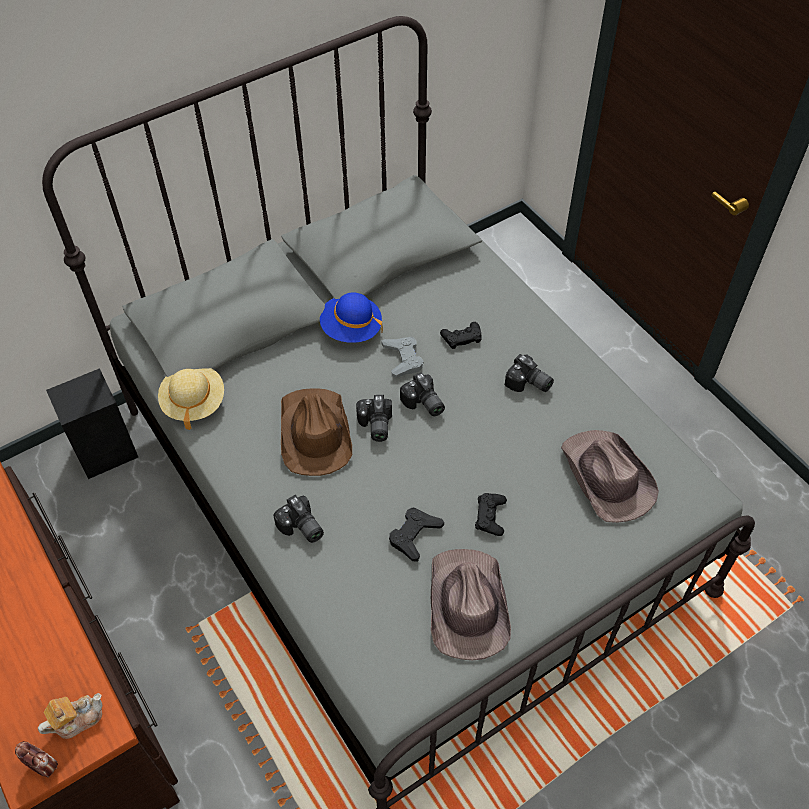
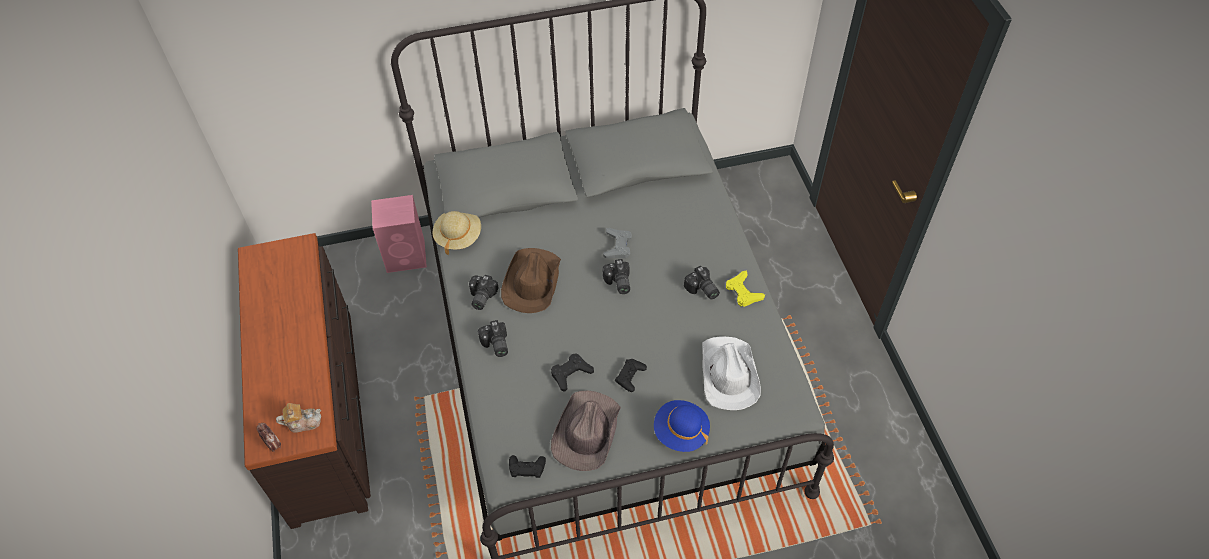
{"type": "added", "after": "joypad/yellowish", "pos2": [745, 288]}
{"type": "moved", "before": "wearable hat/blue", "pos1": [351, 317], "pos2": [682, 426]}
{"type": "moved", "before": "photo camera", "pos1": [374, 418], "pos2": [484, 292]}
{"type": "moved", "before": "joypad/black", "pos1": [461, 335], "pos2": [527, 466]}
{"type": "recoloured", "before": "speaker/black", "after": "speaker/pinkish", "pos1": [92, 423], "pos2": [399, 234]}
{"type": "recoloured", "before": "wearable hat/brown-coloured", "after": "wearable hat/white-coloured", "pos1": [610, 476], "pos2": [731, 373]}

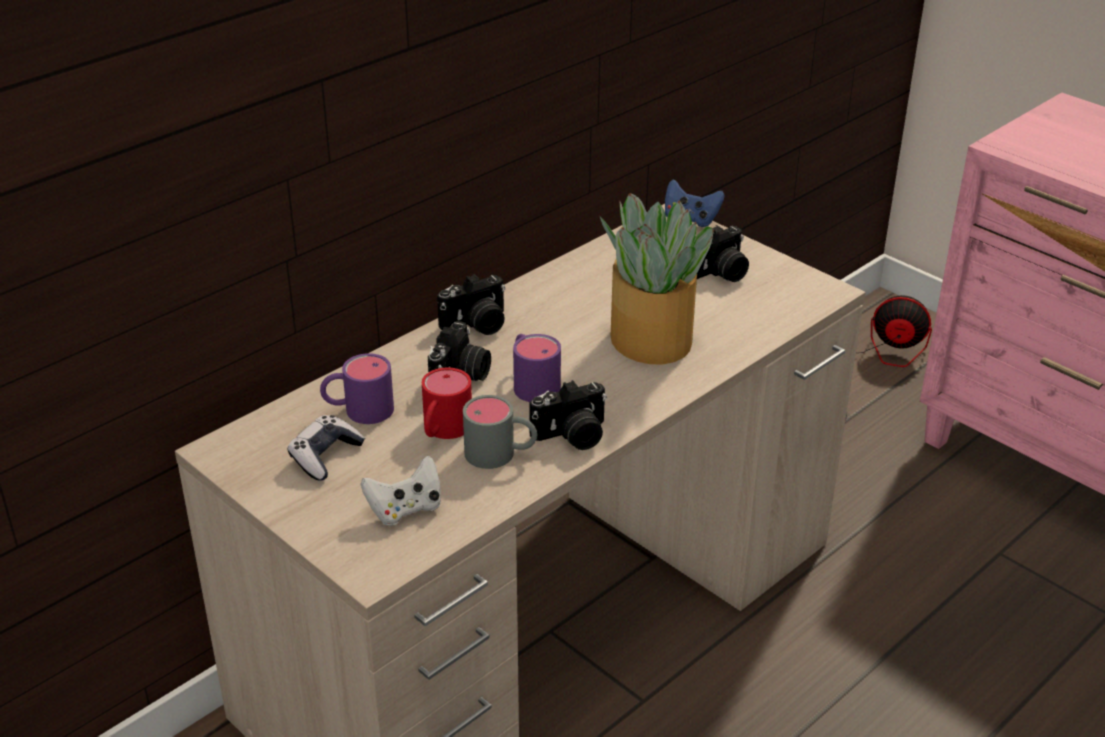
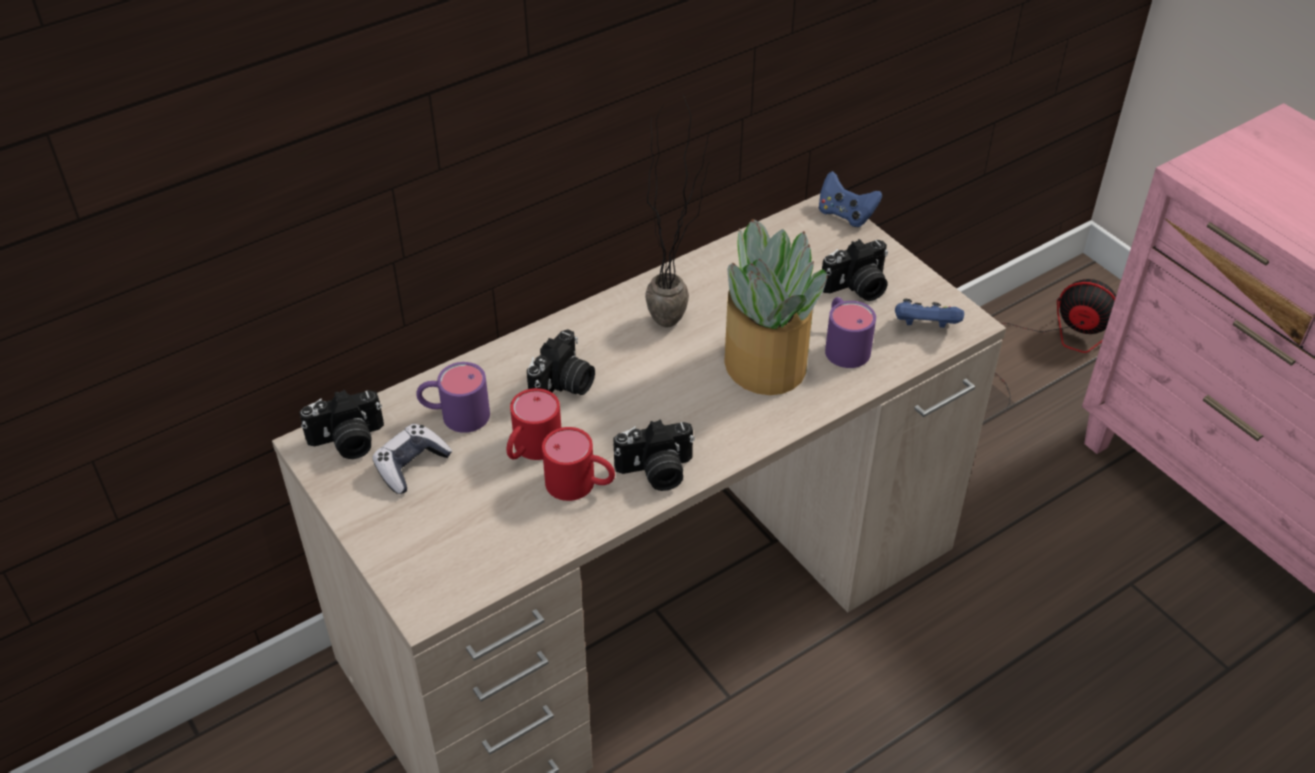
{"type": "removed", "before": "joypad/white-coloured", "pos1": [401, 491]}
{"type": "added", "after": "potted plant", "pos2": [681, 211]}
{"type": "added", "after": "joypad/blue", "pos2": [929, 313]}
{"type": "moved", "before": "photo camera", "pos1": [471, 304], "pos2": [341, 424]}
{"type": "moved", "before": "coffee mug/purple", "pos1": [537, 368], "pos2": [850, 332]}
{"type": "recoloured", "before": "coffee mug/greyish", "after": "coffee mug/reddish", "pos1": [500, 432], "pos2": [578, 464]}

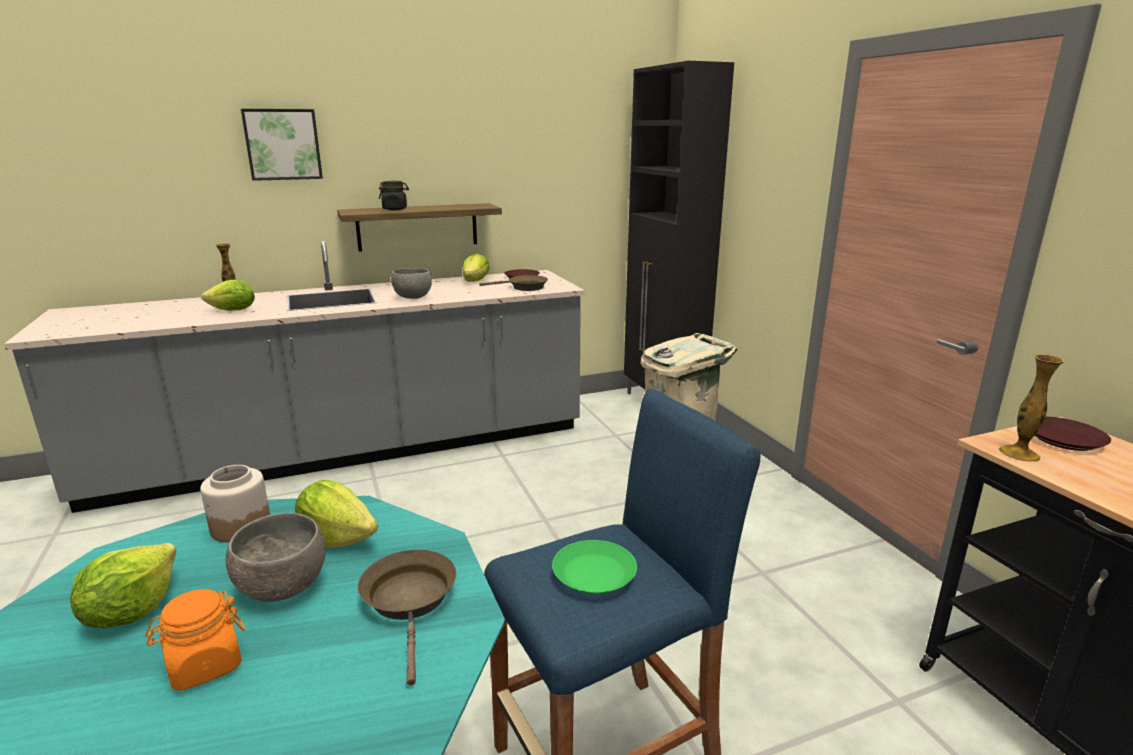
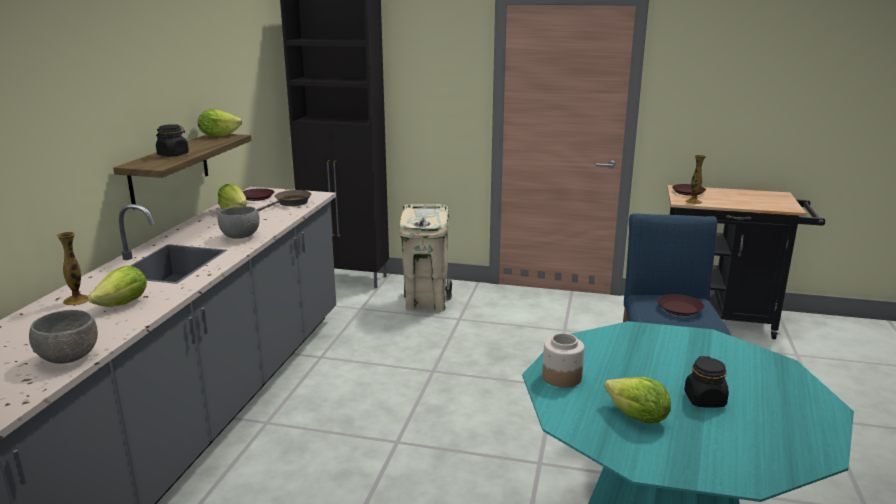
{"type": "removed", "before": "wall art", "pos1": [282, 145]}
{"type": "removed", "before": "frying pan/brown-coloured", "pos1": [407, 617]}
{"type": "moved", "before": "serving bowl/greyish", "pos1": [275, 557], "pos2": [63, 337]}
{"type": "moved", "before": "head of lettuce", "pos1": [336, 514], "pos2": [220, 123]}
{"type": "recoloured", "before": "storage jar/orangey", "after": "storage jar/black", "pos1": [195, 640], "pos2": [706, 382]}
{"type": "recoloured", "before": "flat dish/green-coloured", "after": "flat dish/brown-coloured", "pos1": [594, 567], "pos2": [680, 305]}

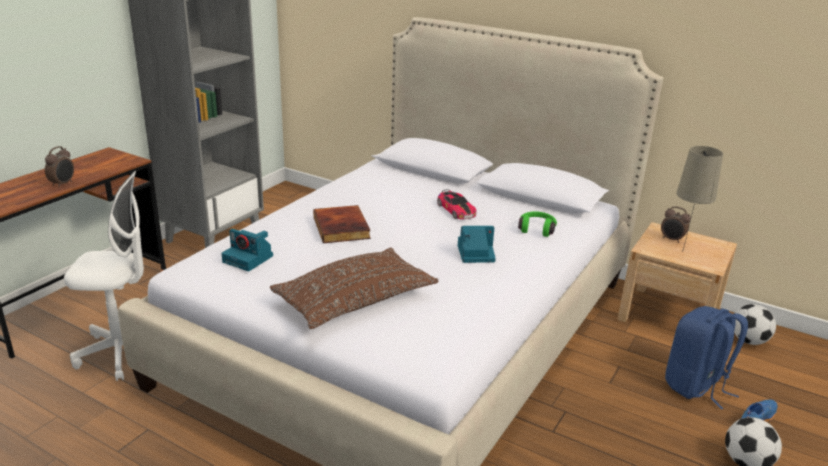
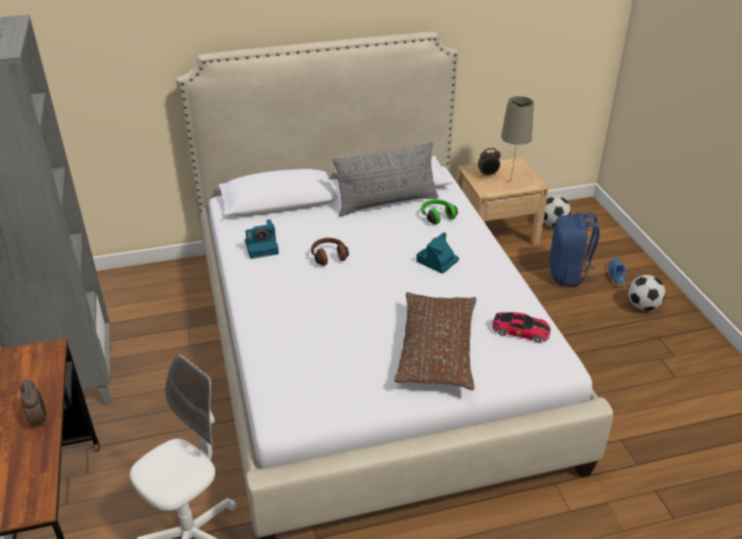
{"type": "removed", "before": "bound book", "pos1": [342, 224]}
{"type": "added", "after": "pair of headphones/brown-coloured", "pos2": [330, 252]}
{"type": "added", "after": "pillow/greyish", "pos2": [386, 179]}
{"type": "moved", "before": "photo camera", "pos1": [247, 250], "pos2": [262, 239]}
{"type": "moved", "before": "model car", "pos1": [456, 204], "pos2": [521, 327]}

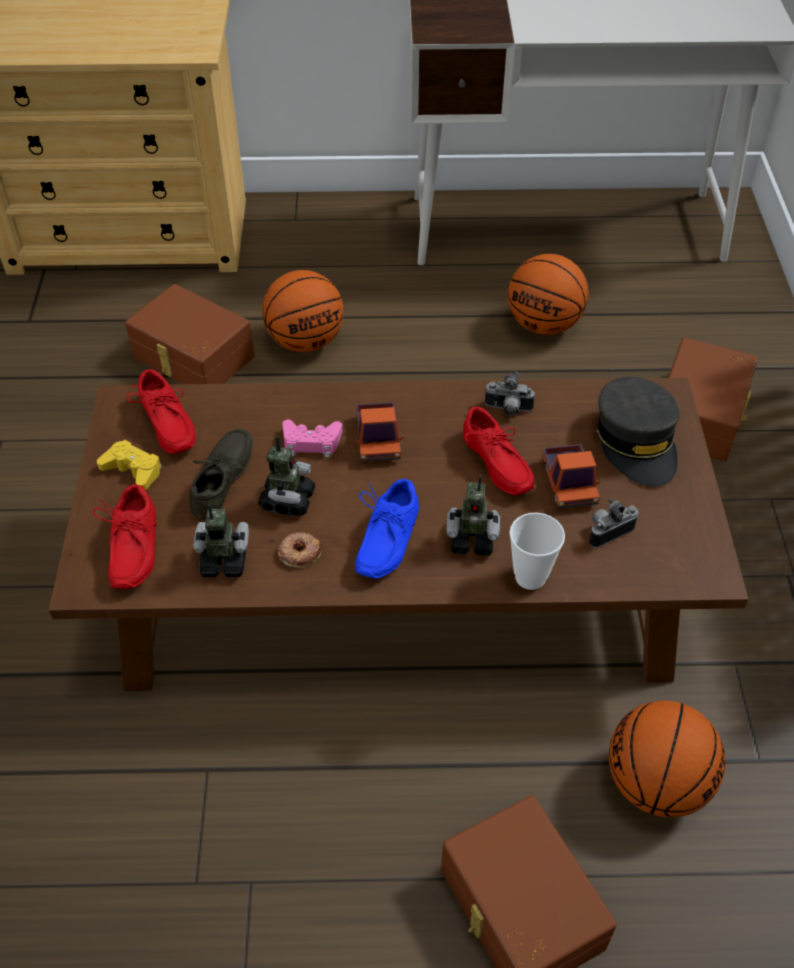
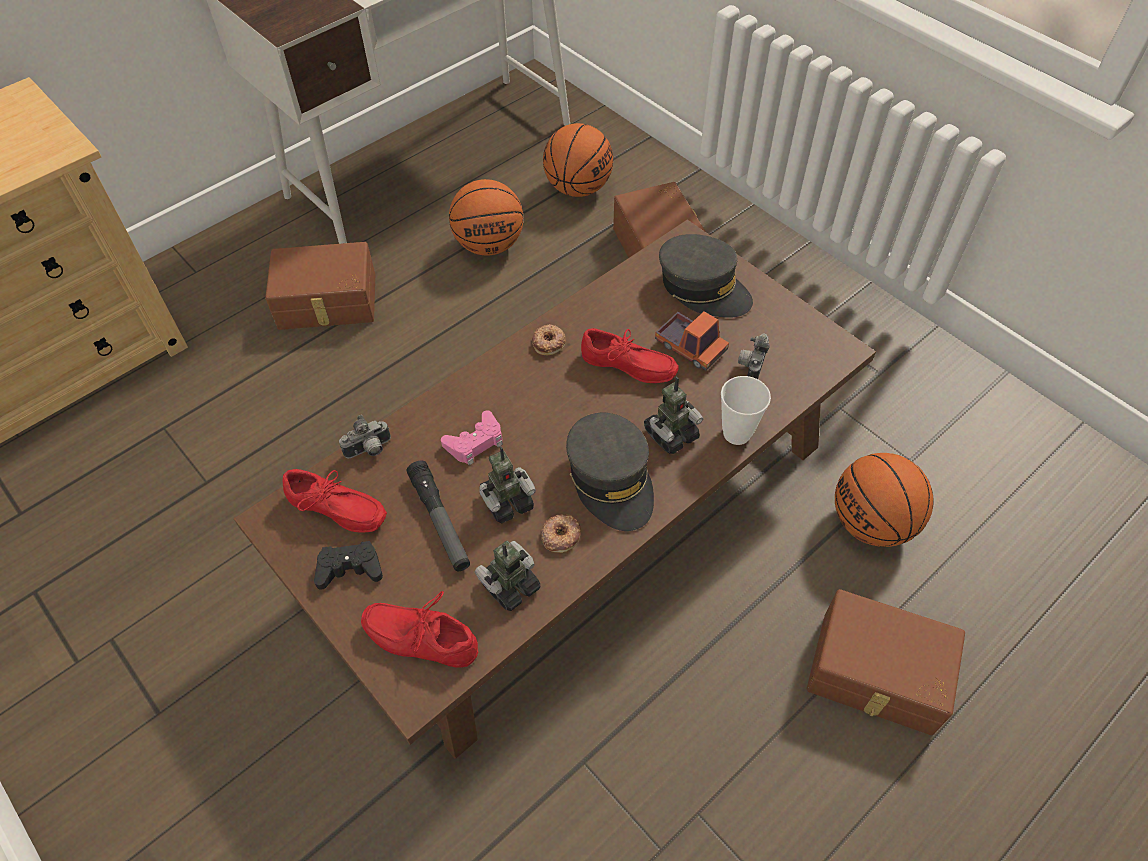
{"type": "removed", "before": "toy truck", "pos1": [379, 432]}
{"type": "added", "after": "ring doughnut", "pos2": [549, 339]}
{"type": "moved", "before": "storage container/brown-coloured", "pos1": [190, 334], "pos2": [320, 286]}
{"type": "moved", "before": "basketball", "pos1": [303, 311], "pos2": [578, 160]}
{"type": "moved", "before": "photo camera", "pos1": [510, 394], "pos2": [365, 437]}
{"type": "replaced", "before": "shoe/greyish", "after": "hand torch", "pos1": [221, 474], "pos2": [438, 515]}
{"type": "replaced", "before": "shoe/blue", "after": "cap/greyish", "pos1": [387, 529], "pos2": [610, 472]}
{"type": "recoloured", "before": "joypad/yellowish", "after": "joypad/black", "pos1": [129, 465], "pos2": [348, 565]}
{"type": "turned", "before": "shoe/reddish", "pos1": [125, 536], "pos2": [419, 629], "turn": 150}
{"type": "turned", "before": "robot figure", "pos1": [286, 476], "pos2": [507, 484], "turn": 90}

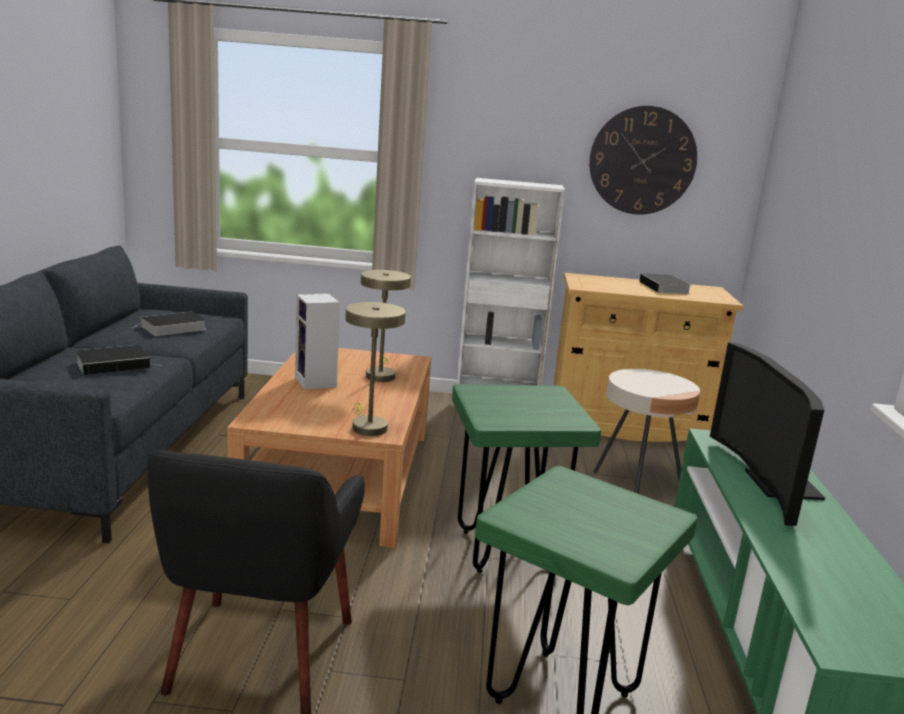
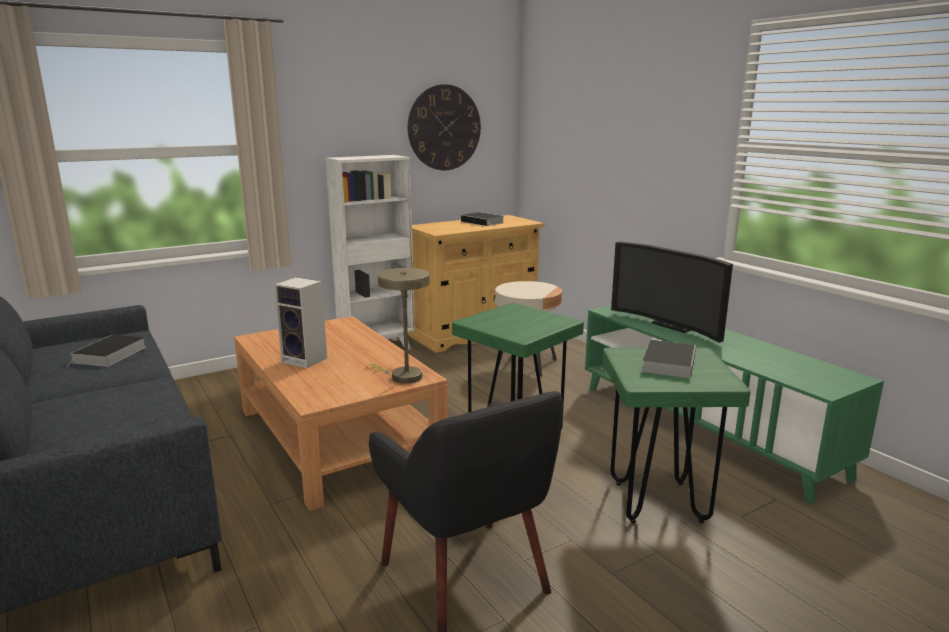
{"type": "removed", "before": "table lamp/sand-coloured", "pos1": [386, 326]}
{"type": "moved", "before": "bound book", "pos1": [118, 360], "pos2": [669, 359]}

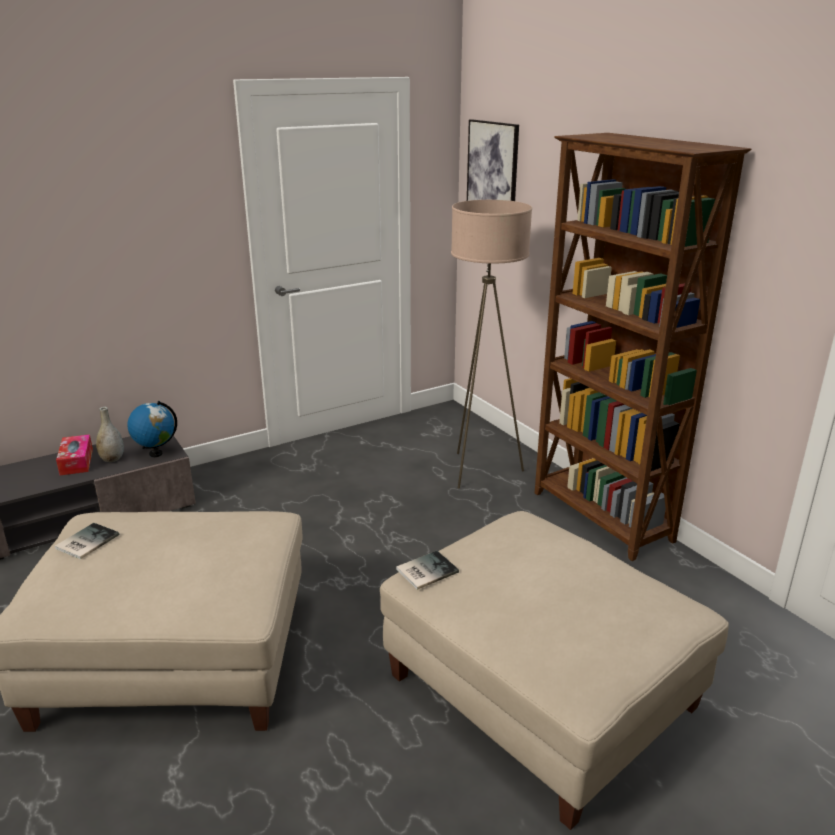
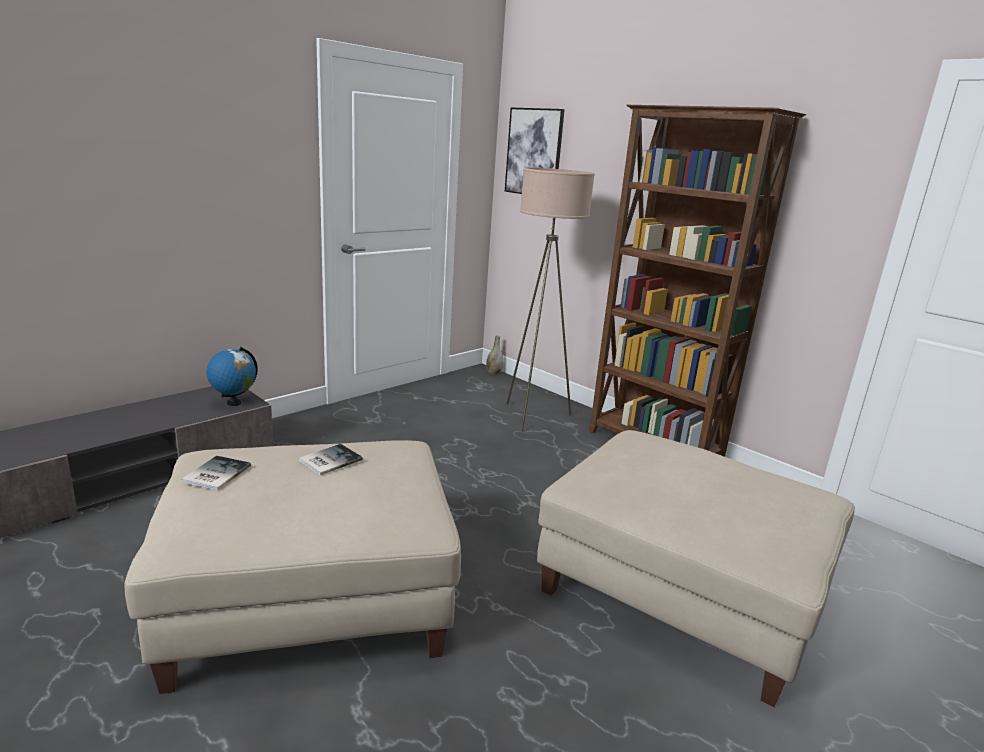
{"type": "removed", "before": "box of tissues", "pos1": [74, 454]}
{"type": "moved", "before": "vase/greyish", "pos1": [110, 434], "pos2": [495, 354]}
{"type": "moved", "before": "bound book", "pos1": [427, 570], "pos2": [331, 459]}

